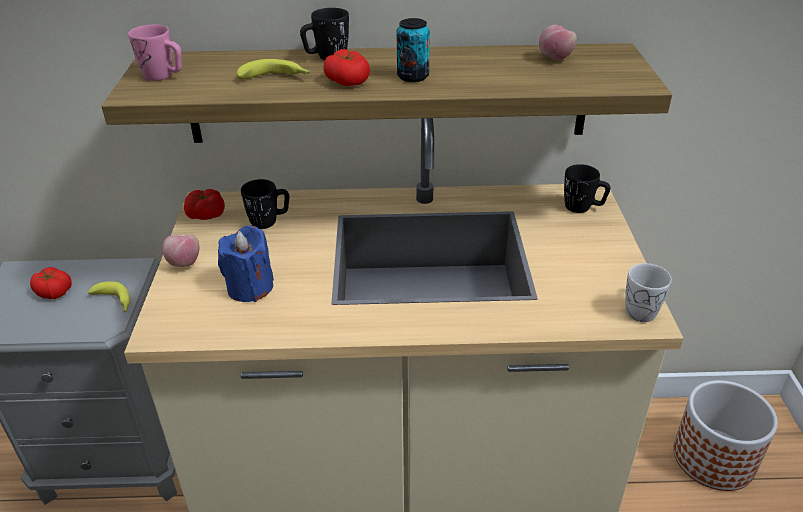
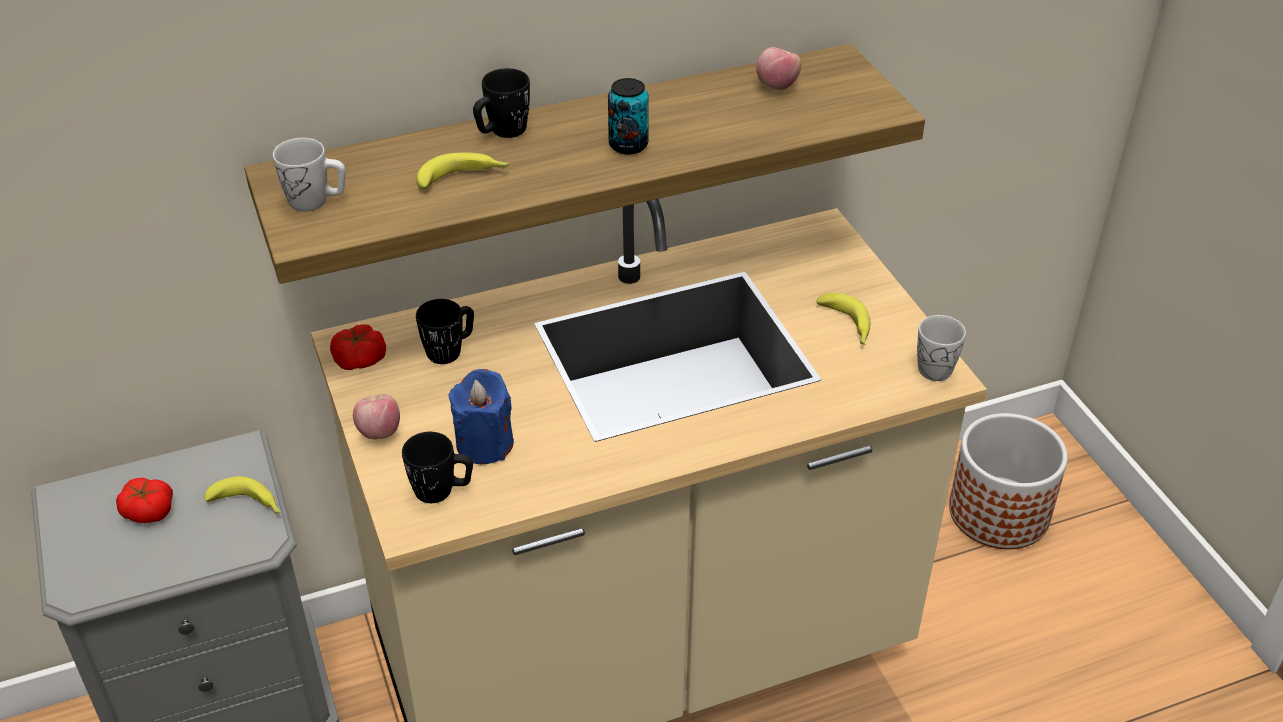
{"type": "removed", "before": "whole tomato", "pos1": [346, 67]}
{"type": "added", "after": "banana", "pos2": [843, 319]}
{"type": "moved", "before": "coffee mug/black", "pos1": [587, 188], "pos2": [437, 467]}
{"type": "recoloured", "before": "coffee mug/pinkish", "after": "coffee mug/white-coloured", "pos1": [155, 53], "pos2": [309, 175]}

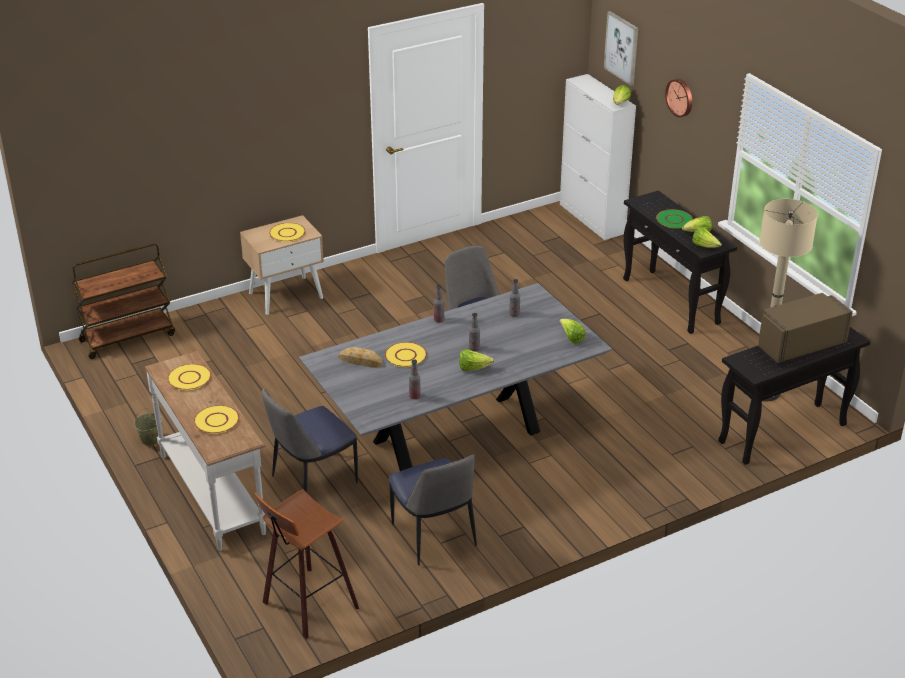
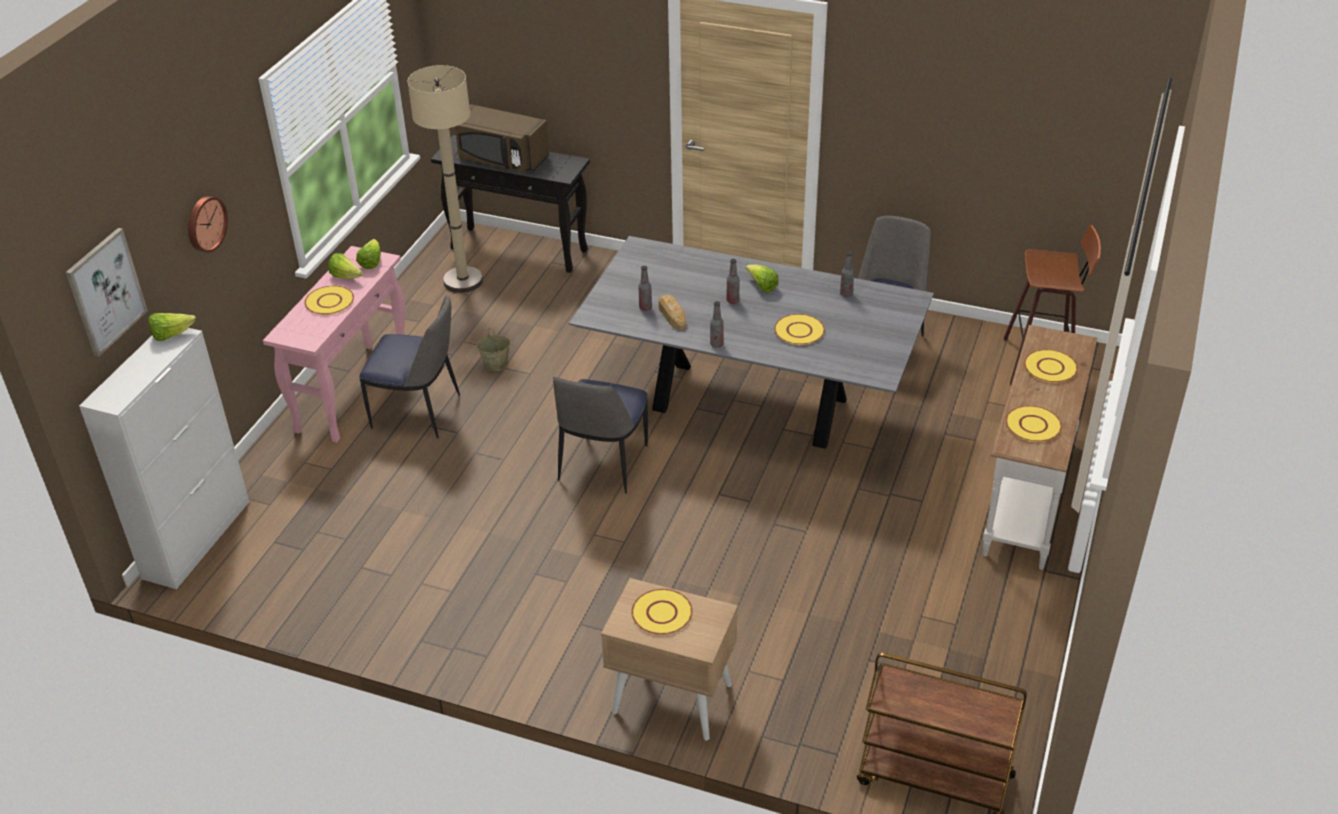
{"type": "removed", "before": "head of lettuce", "pos1": [572, 331]}
{"type": "moved", "before": "pail/sand-coloured", "pos1": [148, 427], "pos2": [494, 349]}
{"type": "moved", "before": "chair", "pos1": [310, 440], "pos2": [409, 366]}
{"type": "moved", "before": "baked bread", "pos1": [361, 357], "pos2": [672, 312]}
{"type": "recoloured", "before": "narrow table/black", "after": "narrow table/pinkish", "pos1": [680, 262], "pos2": [334, 344]}
{"type": "recoloured", "before": "flat dish/green-coloured", "after": "flat dish/yellowish", "pos1": [674, 219], "pos2": [329, 300]}

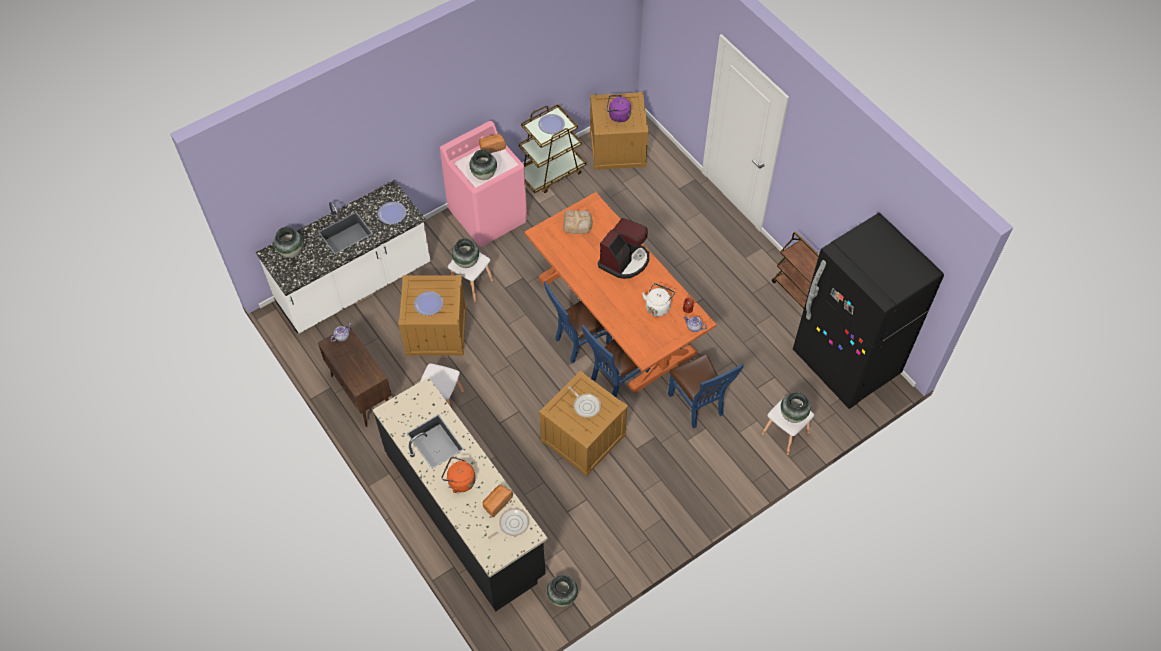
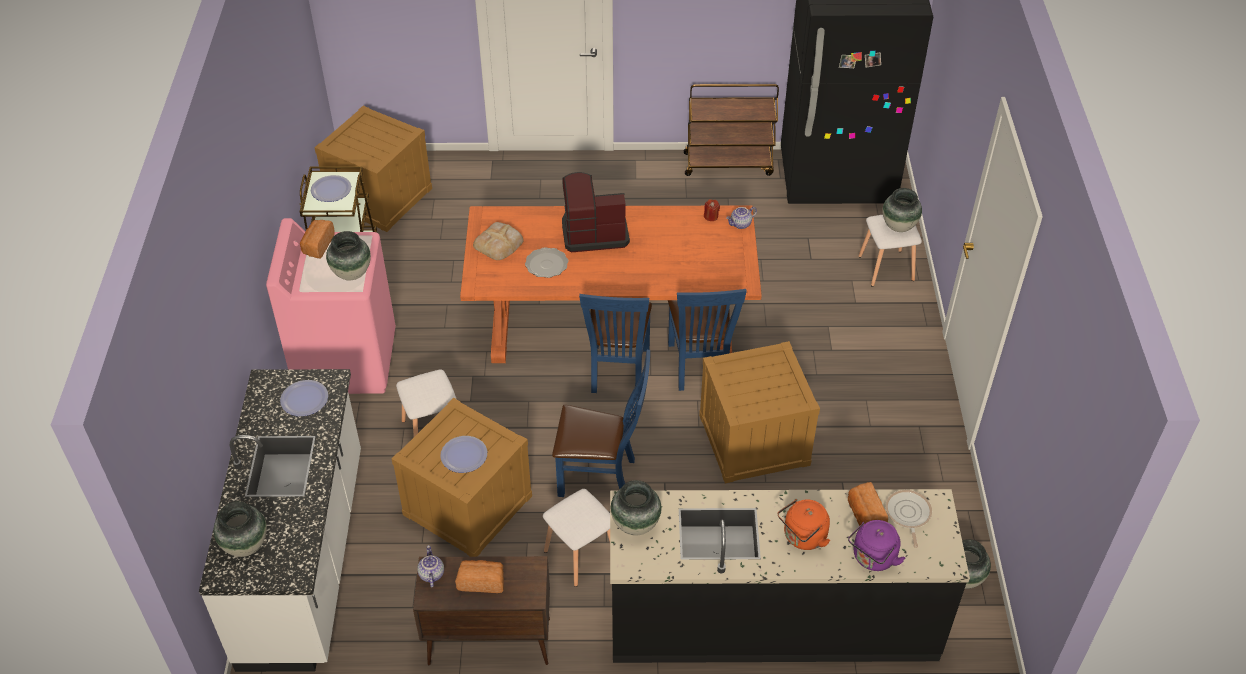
{"type": "removed", "before": "frying pan", "pos1": [584, 402]}
{"type": "removed", "before": "water kettle/white-coloured", "pos1": [658, 299]}
{"type": "added", "after": "baked bread", "pos2": [479, 576]}
{"type": "added", "after": "flat dish", "pos2": [546, 262]}
{"type": "moved", "before": "vase", "pos1": [465, 253], "pos2": [636, 508]}
{"type": "moved", "before": "water kettle/purple", "pos1": [619, 108], "pos2": [877, 545]}
{"type": "moved", "before": "chair/blue", "pos1": [706, 391], "pos2": [601, 423]}
{"type": "turned", "before": "coffee maker", "pos1": [623, 248], "pos2": [596, 212], "turn": -75}

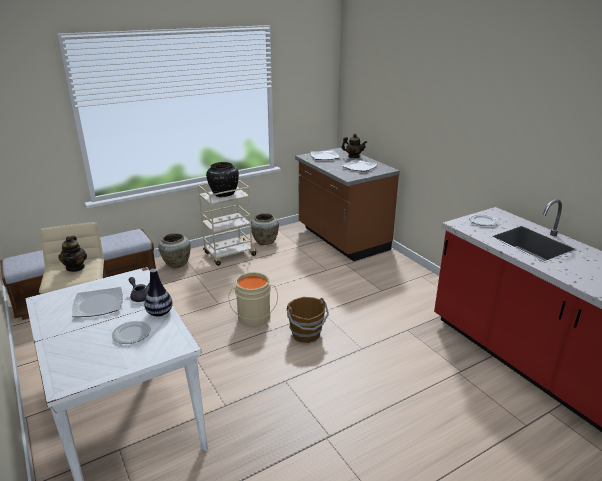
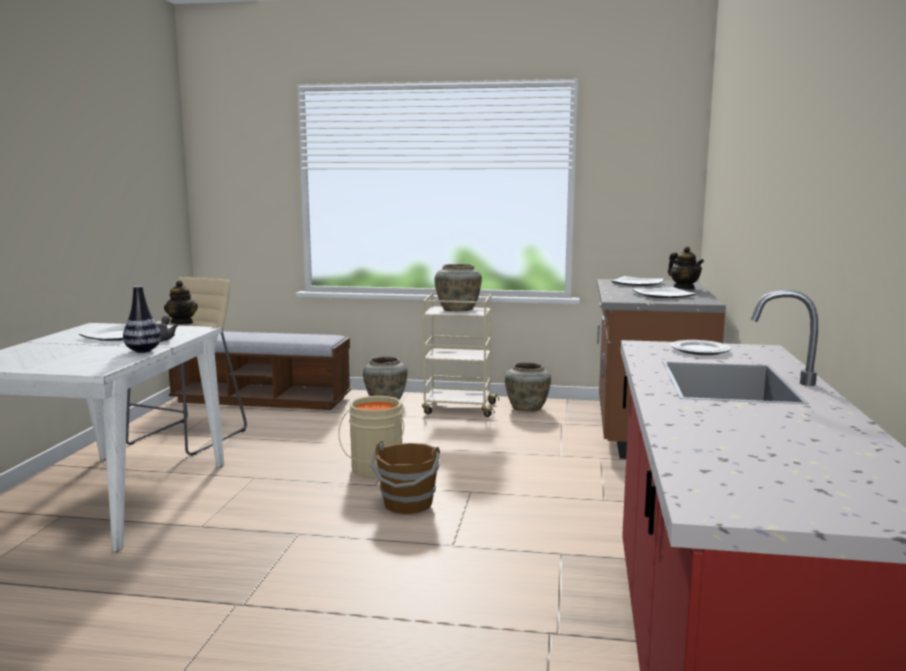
{"type": "removed", "before": "flat dish", "pos1": [131, 332]}
{"type": "recoloured", "before": "vase/black", "after": "vase/sand-coloured", "pos1": [222, 179], "pos2": [458, 287]}
{"type": "turned", "before": "teapot", "pos1": [72, 254], "pos2": [181, 302], "turn": -60}

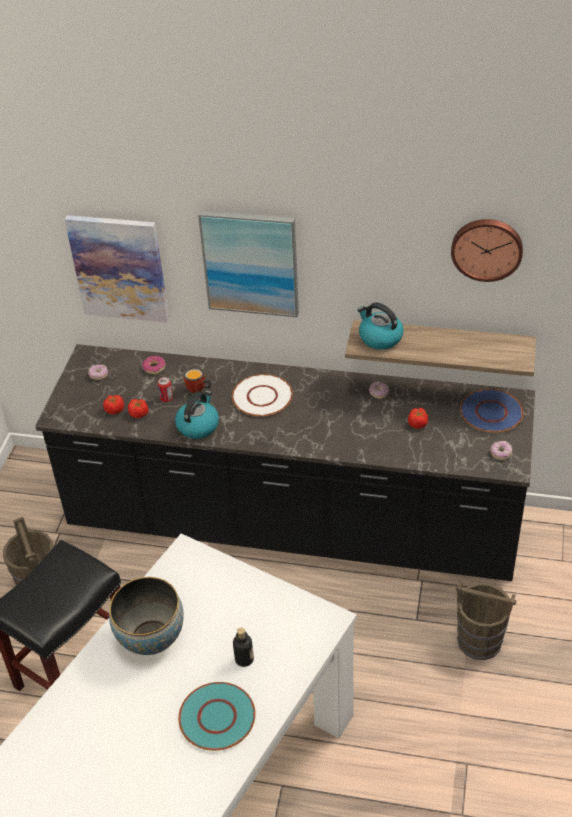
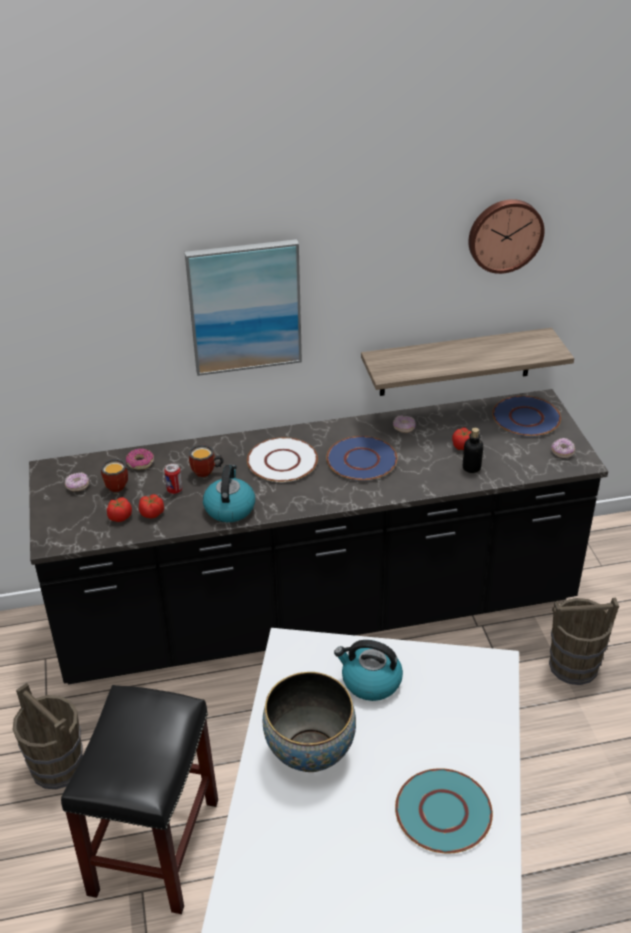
{"type": "removed", "before": "wall art", "pos1": [117, 269]}
{"type": "added", "after": "coffee mug", "pos2": [114, 476]}
{"type": "added", "after": "flat dish/blue", "pos2": [361, 458]}
{"type": "moved", "before": "drink bottle", "pos1": [243, 647], "pos2": [473, 450]}
{"type": "moved", "before": "water kettle", "pos1": [380, 326], "pos2": [368, 670]}

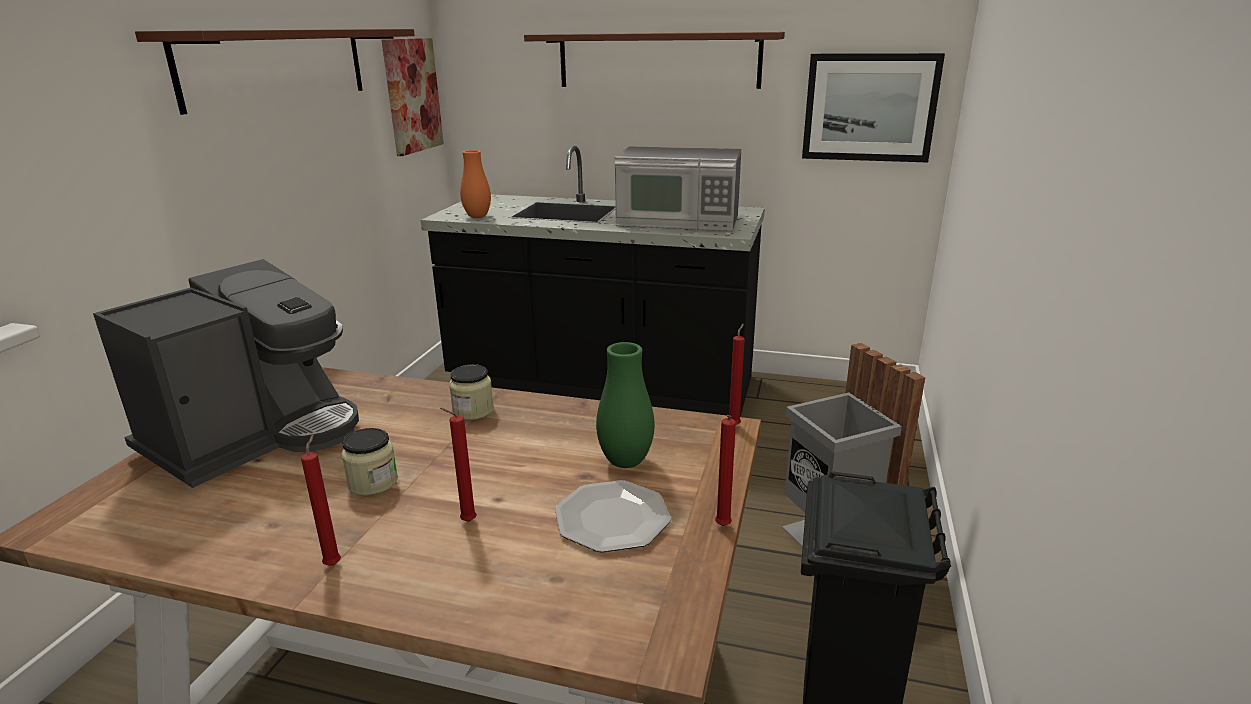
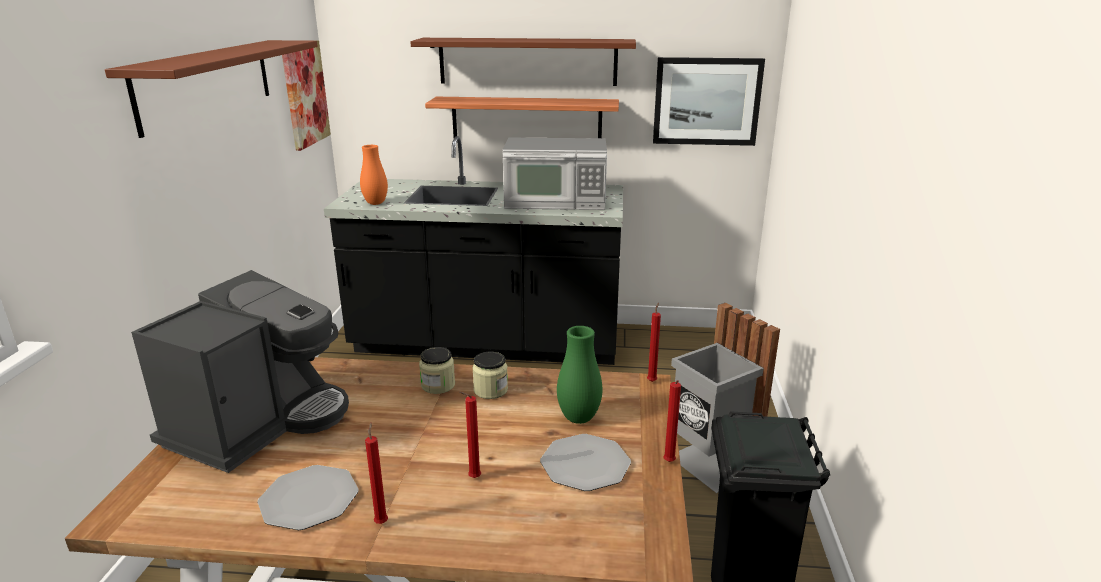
{"type": "added", "after": "flat dish", "pos2": [308, 497]}
{"type": "added", "after": "wall shelf", "pos2": [522, 117]}
{"type": "moved", "before": "storage jar", "pos1": [369, 462], "pos2": [490, 375]}

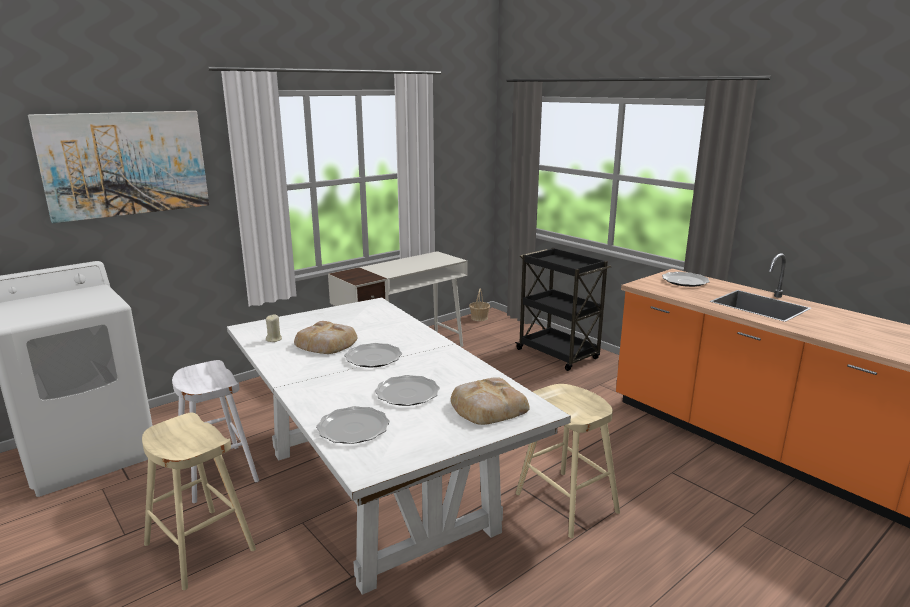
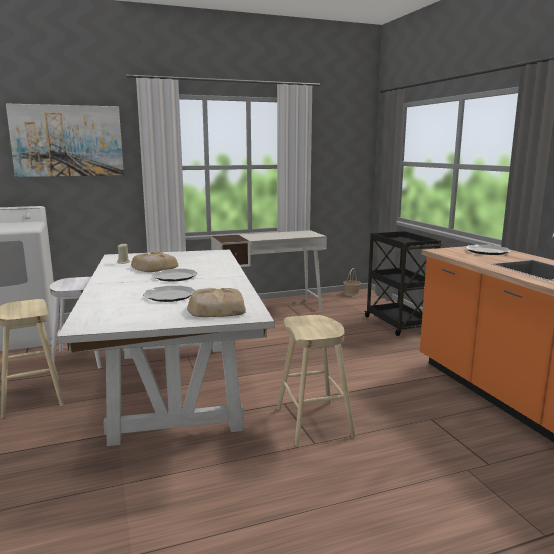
{"type": "removed", "before": "flat dish", "pos1": [353, 425]}

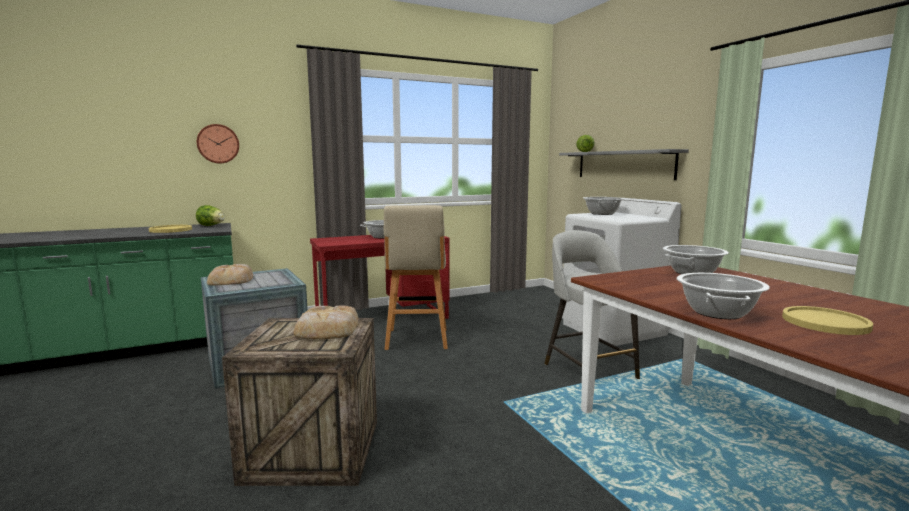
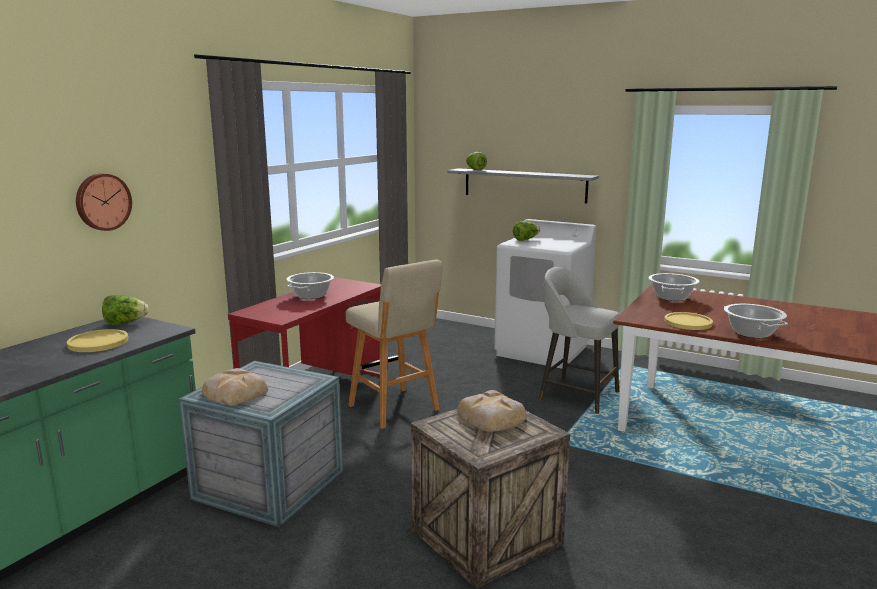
{"type": "moved", "before": "flat dish/yellowish", "pos1": [827, 320], "pos2": [688, 321]}
{"type": "replaced", "before": "saucepot", "after": "head of lettuce", "pos1": [603, 206], "pos2": [526, 231]}

